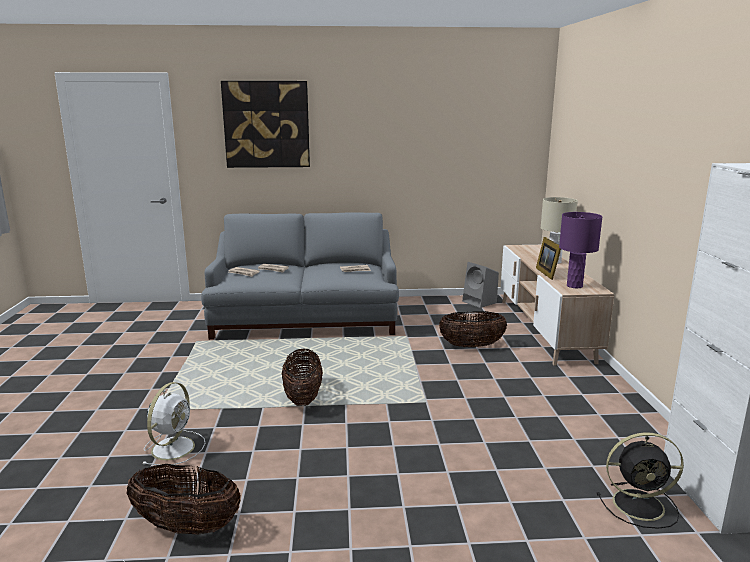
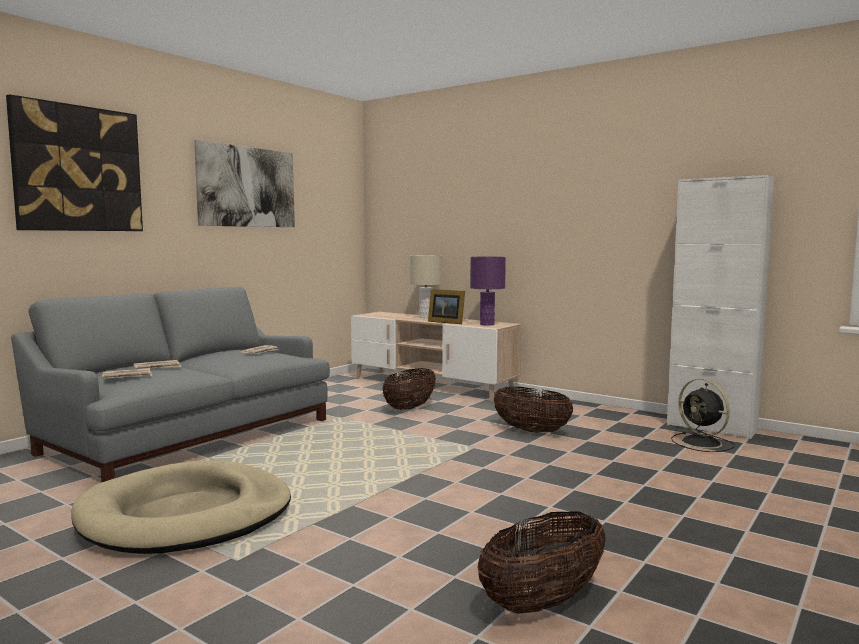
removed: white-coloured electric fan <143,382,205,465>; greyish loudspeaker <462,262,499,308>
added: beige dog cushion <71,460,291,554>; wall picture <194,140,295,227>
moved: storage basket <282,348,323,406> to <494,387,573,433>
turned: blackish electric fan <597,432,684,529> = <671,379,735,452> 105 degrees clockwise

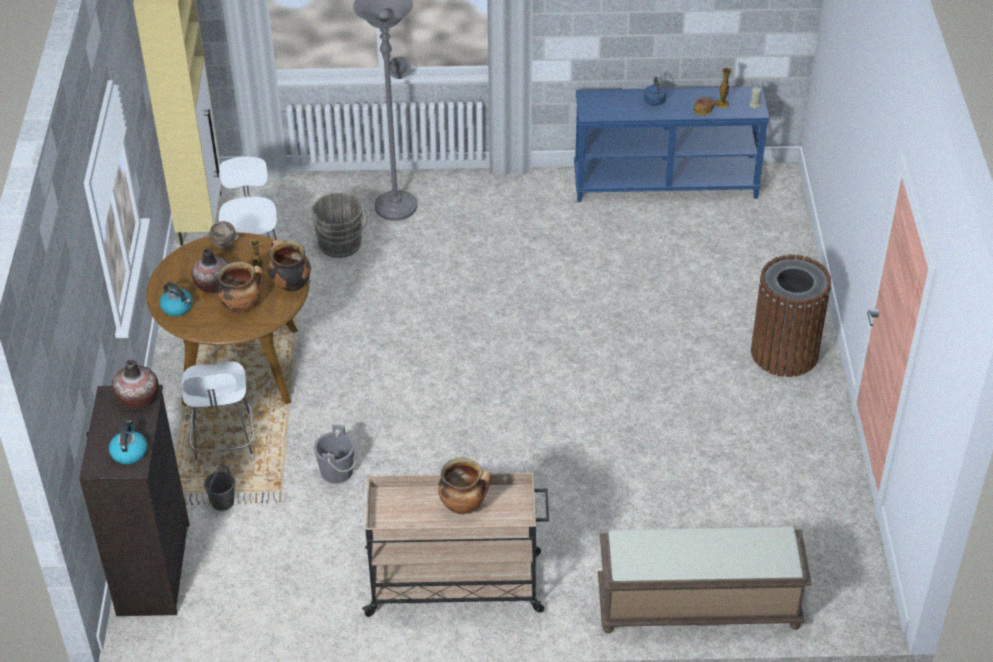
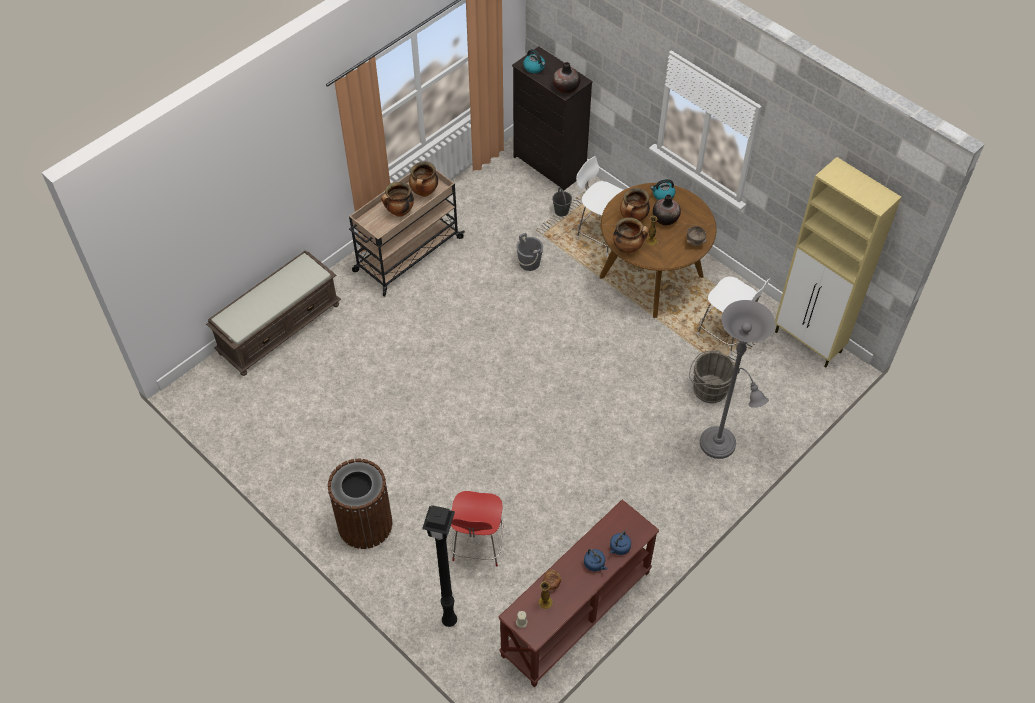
added: saucepot <409,161,438,197>; blackish standing lamp <422,505,457,627>; reddish plain chair <451,491,504,567>; blue-coloured water kettle <610,530,631,555>
recoloured: blue-coloured hall table <574,87,770,202> to brownish hall table <498,499,659,687>

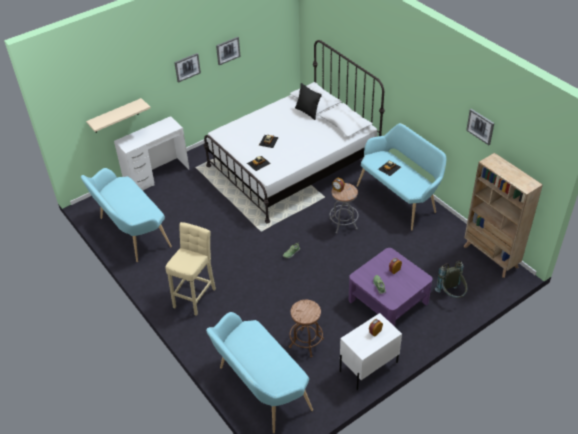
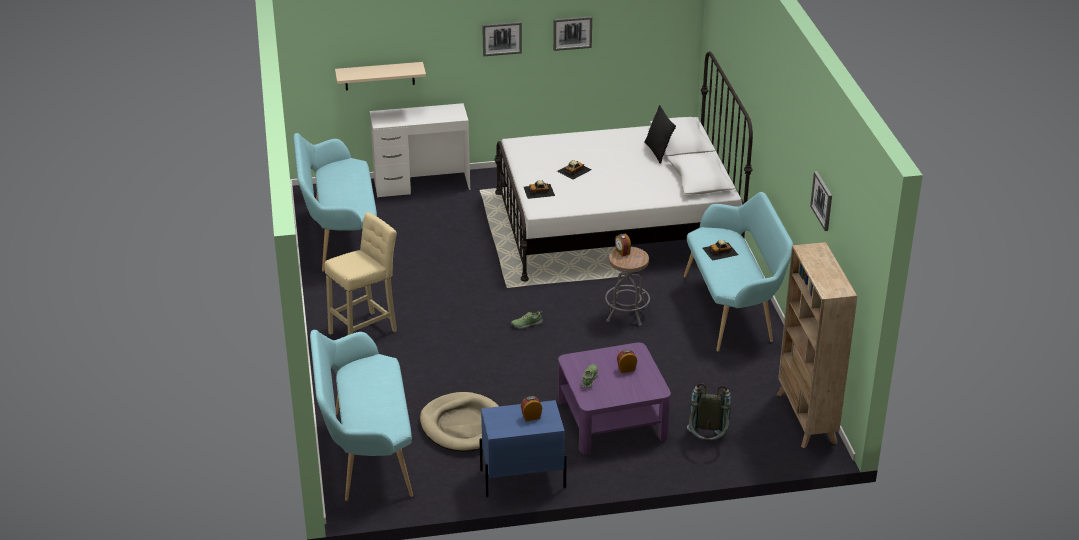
replaced: brownish stool <289,300,324,357> to beige dog cushion <420,392,499,452>
recoloured: white-coloured nightstand <340,313,402,390> to blue-coloured nightstand <479,400,567,497>

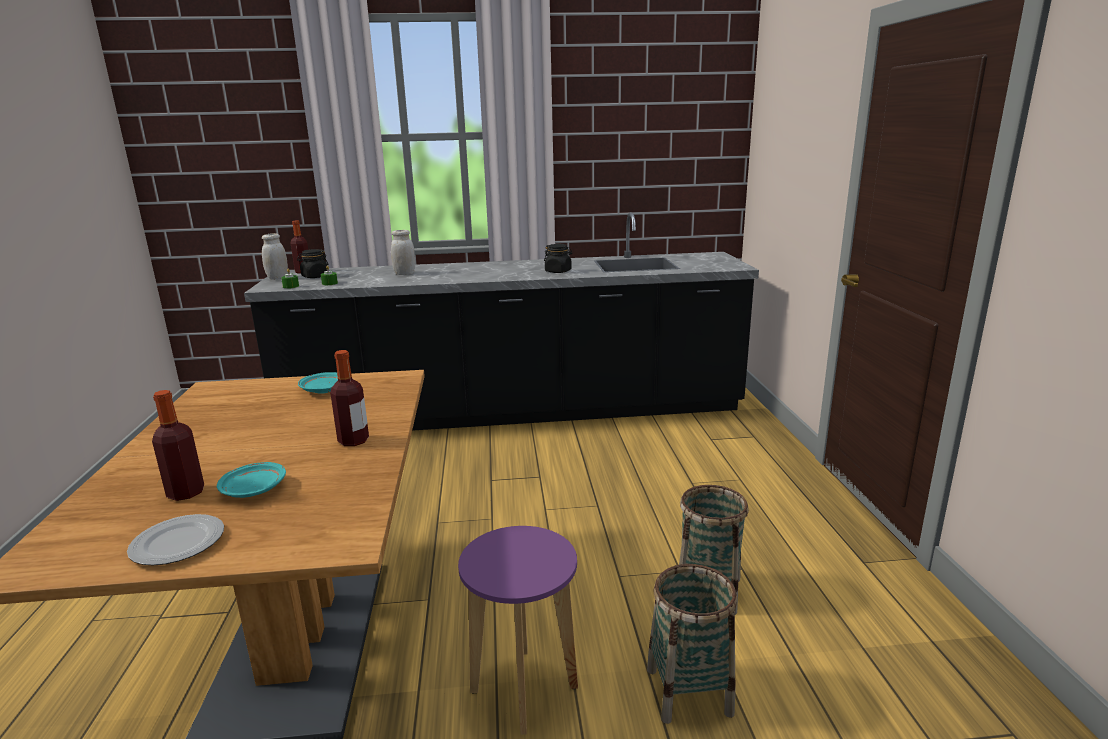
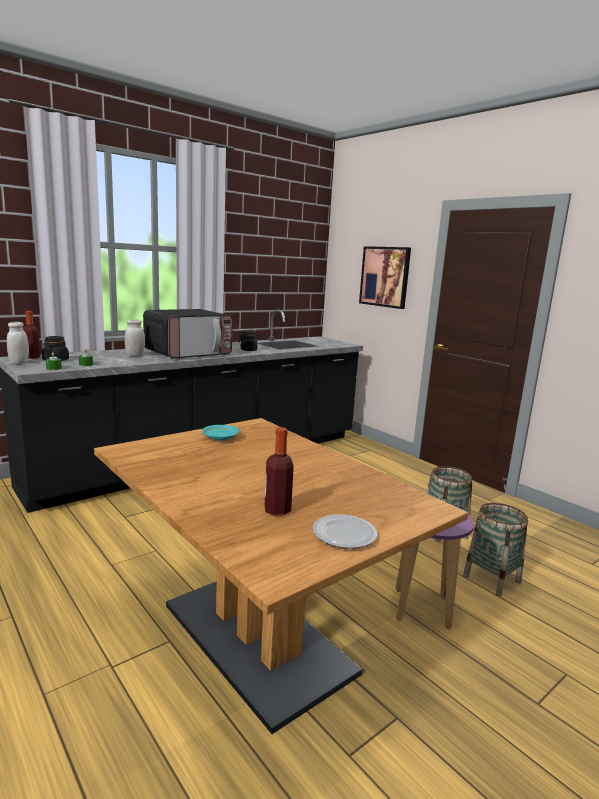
removed: turquoise dinner plate <217,462,286,498>; beverage bottle <330,350,369,446>
added: microwave oven <143,309,233,359>; wall picture <359,246,411,309>

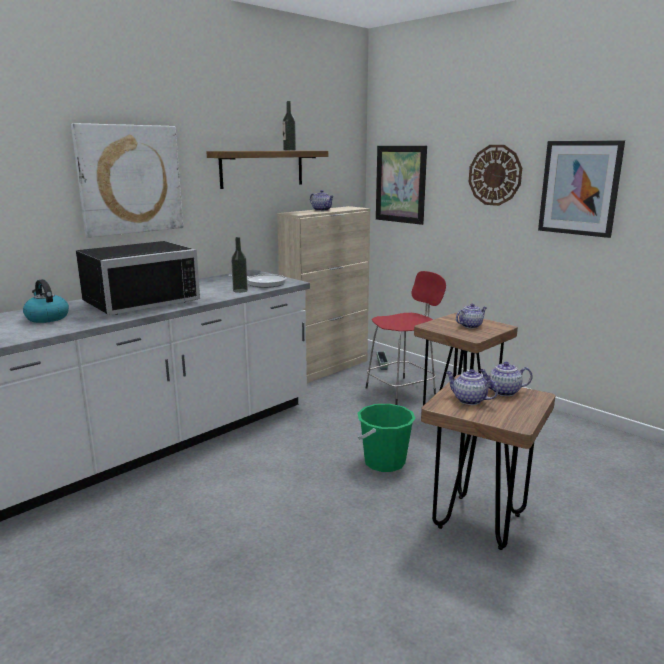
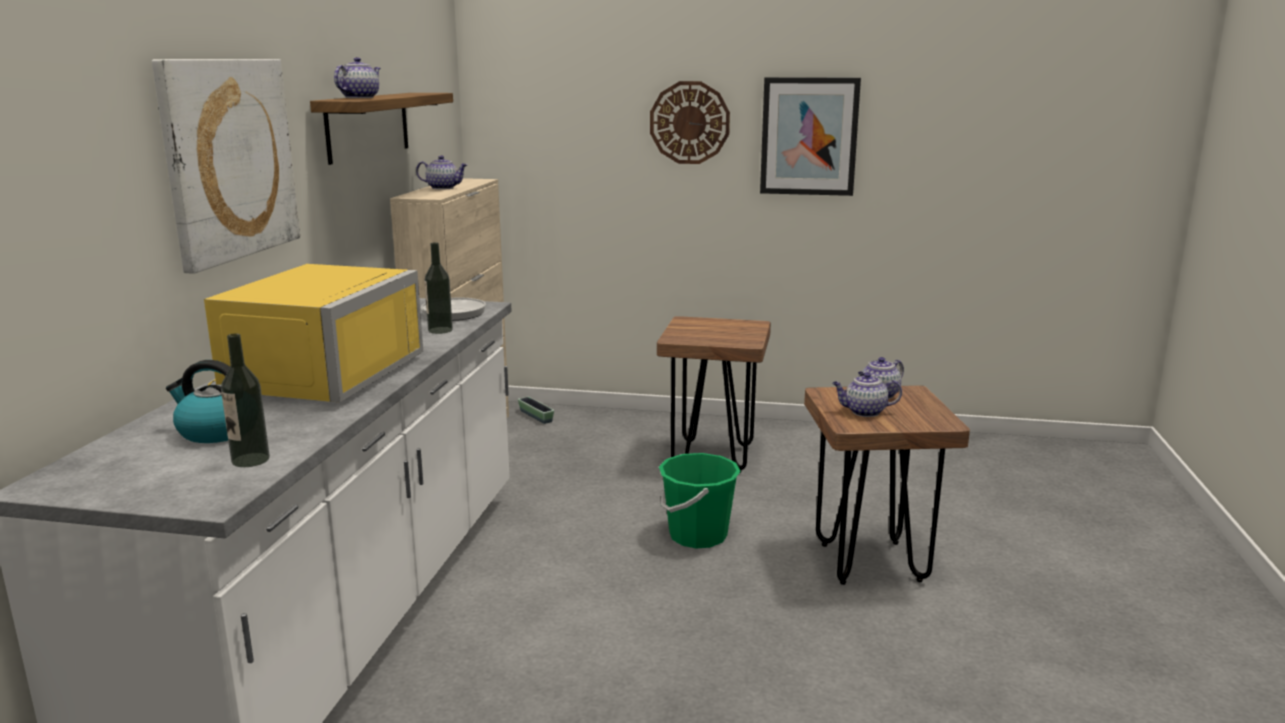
removed: reddish stool <366,271,446,405>; wall picture <376,146,427,225>
moved: beverage bottle <283,101,296,151> to <221,333,270,467>; teapot <456,304,487,328> to <334,57,381,98>
recoloured: blackish microwave oven <76,241,200,315> to yellowish microwave oven <204,264,423,402>

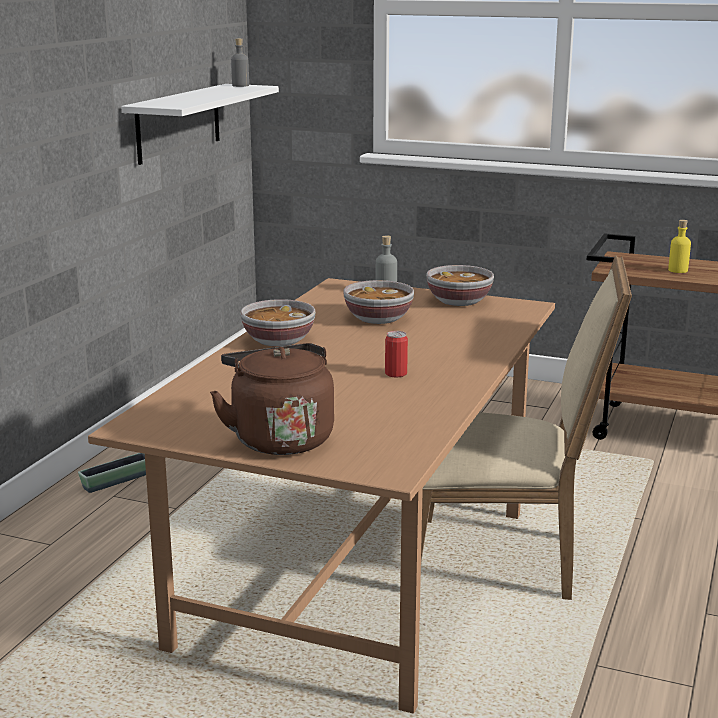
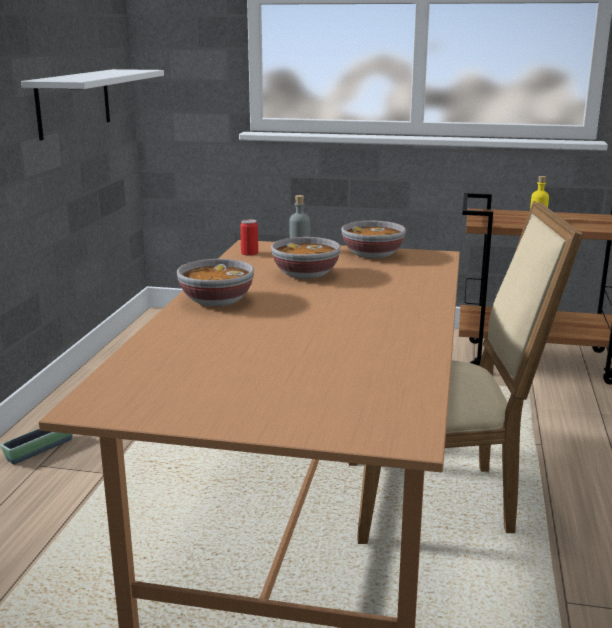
removed: brownish water kettle <210,343,334,455>; greyish beverage bottle <231,38,249,87>
moved: sealed can <385,331,408,377> to <240,219,258,256>

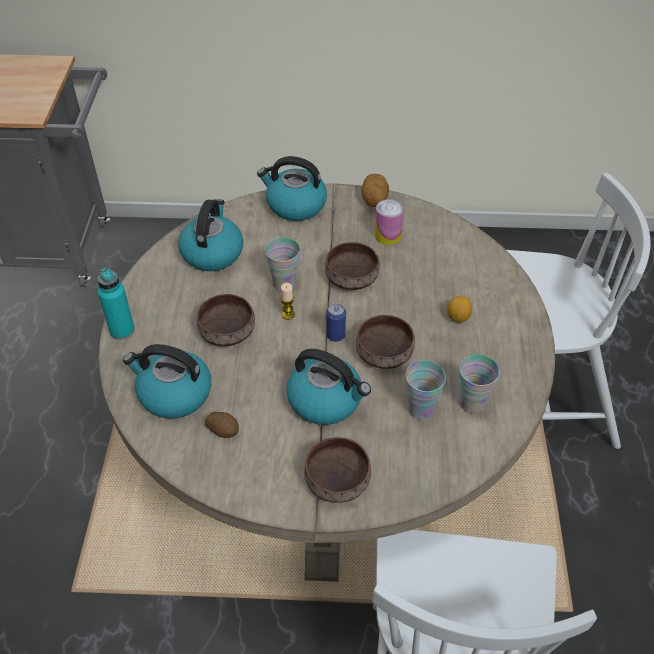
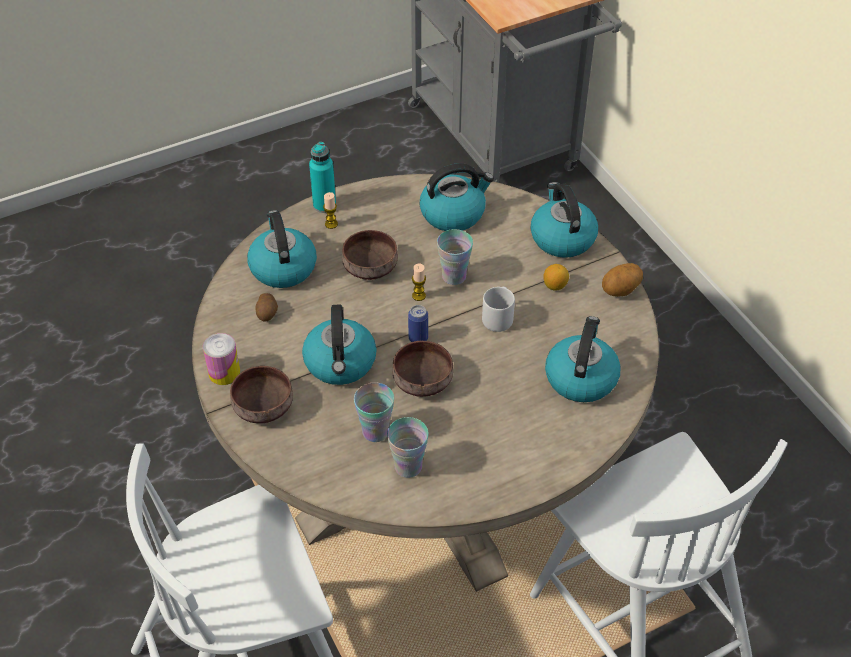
added: wax light <323,192,338,229>; water kettle <545,316,621,402>
moved: sealed can <375,199,404,245> to <203,333,240,385>; citrus fruit <447,296,472,323> to <543,264,569,291>
replaced: brownish deep dish <325,242,380,290> to greyish mug <482,287,515,332>

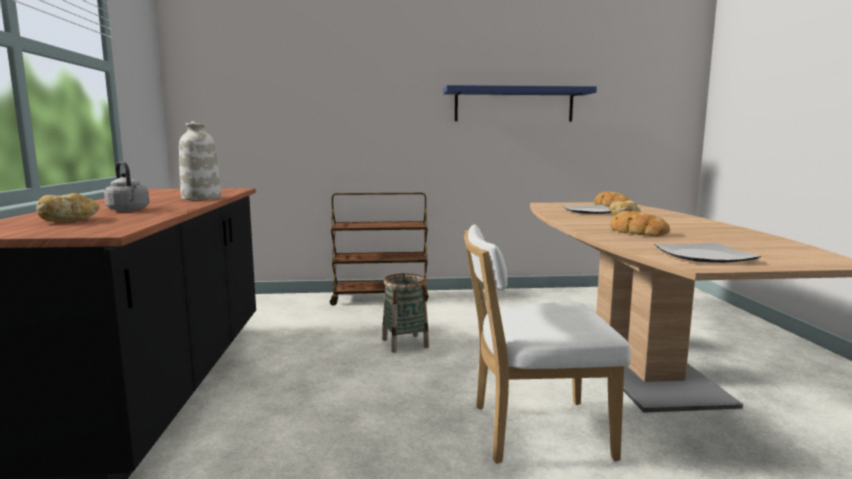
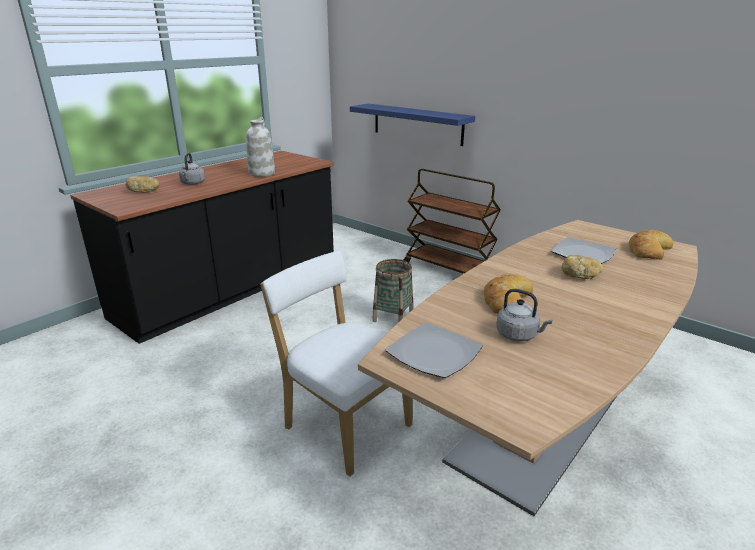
added: greyish water kettle <496,289,553,342>
moved: blue-coloured wall shelf <443,85,597,122> to <350,104,475,146>

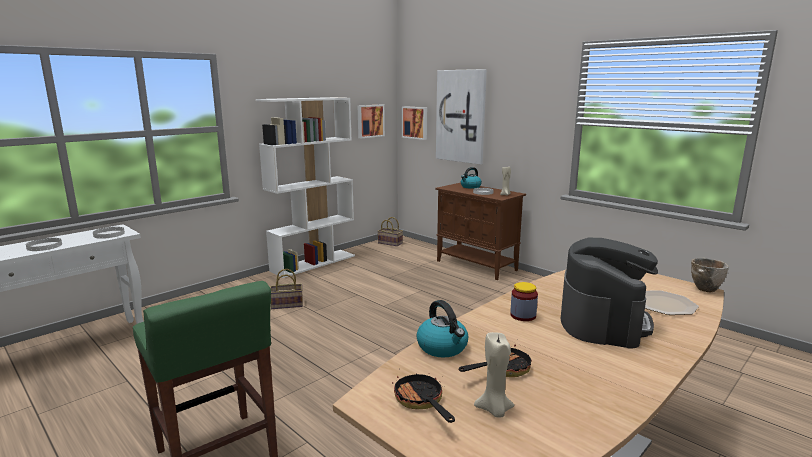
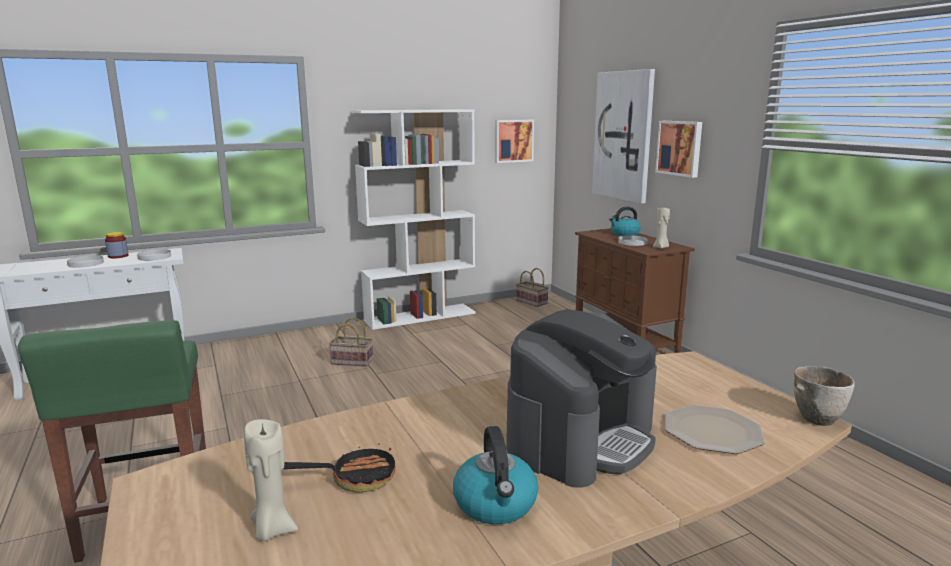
removed: frying pan <392,373,455,423>
moved: storage jar <510,282,538,321> to <105,232,129,258>; water kettle <417,300,468,358> to <453,426,538,524>; wall picture <402,106,427,140> to <655,121,702,178>

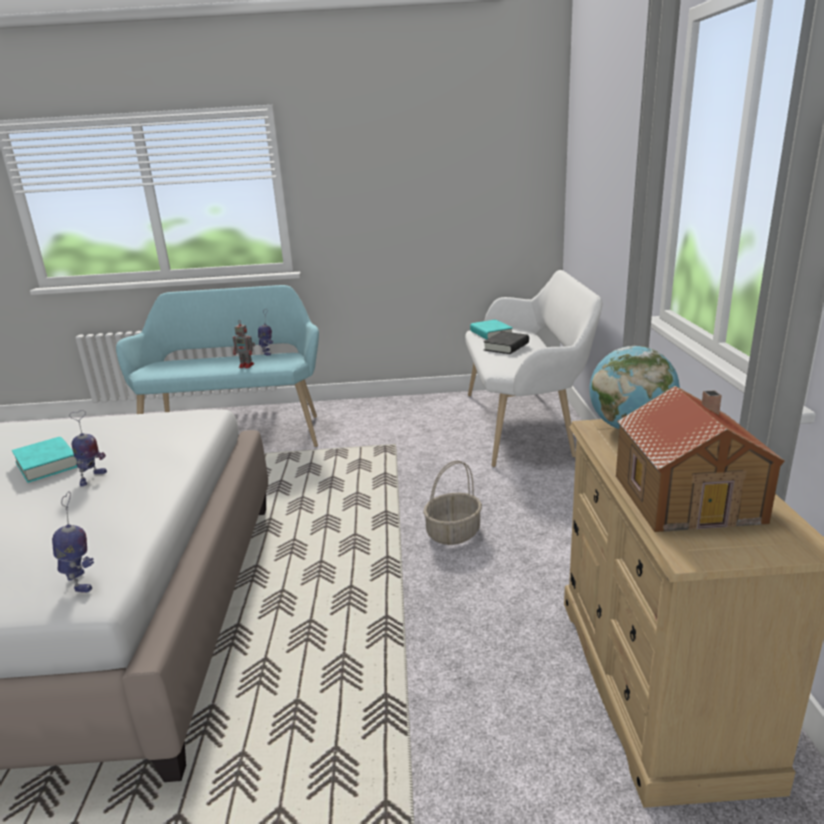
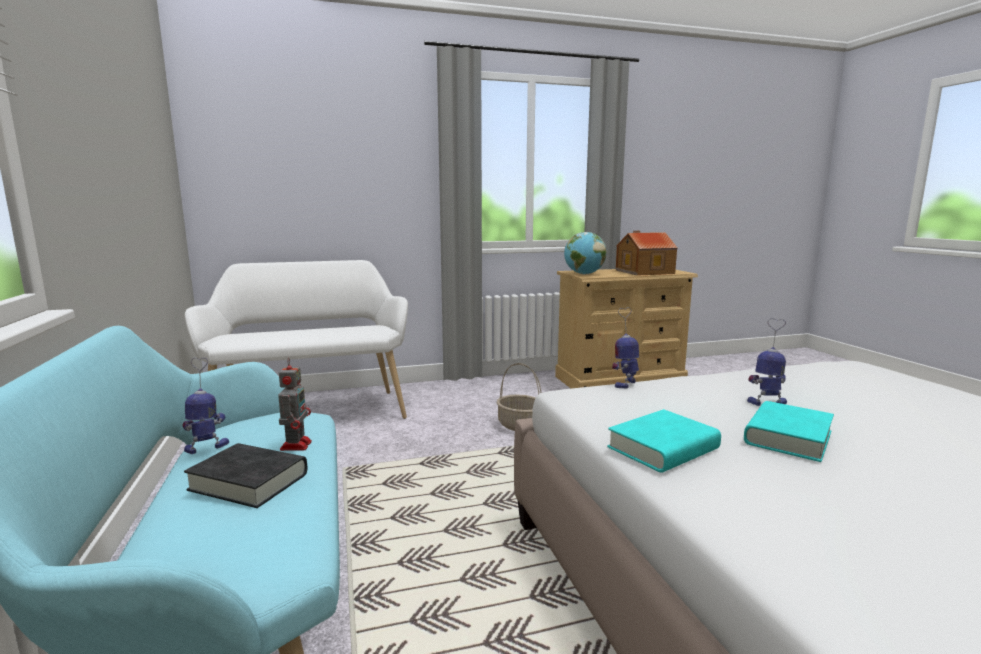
moved: blackish bound book <484,331,529,354> to <184,443,307,508>; turquoise bound book <470,319,513,339> to <607,409,721,473>; toy robot <52,491,94,593> to <612,307,639,388>

